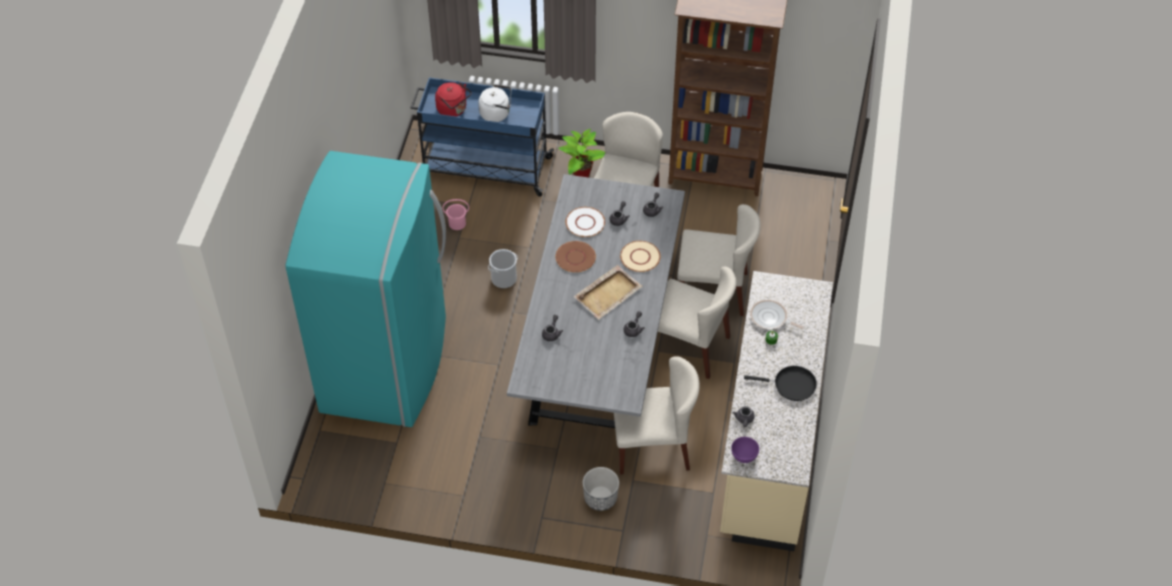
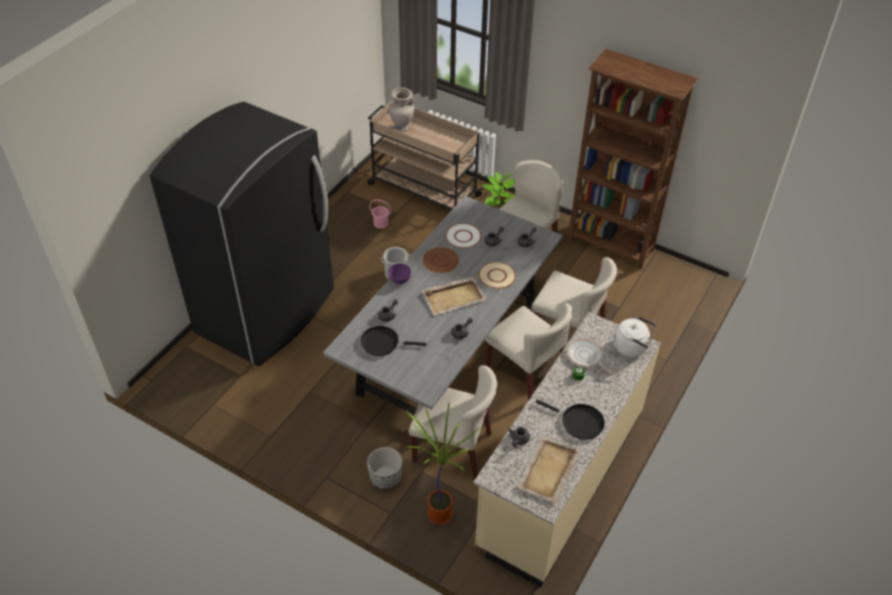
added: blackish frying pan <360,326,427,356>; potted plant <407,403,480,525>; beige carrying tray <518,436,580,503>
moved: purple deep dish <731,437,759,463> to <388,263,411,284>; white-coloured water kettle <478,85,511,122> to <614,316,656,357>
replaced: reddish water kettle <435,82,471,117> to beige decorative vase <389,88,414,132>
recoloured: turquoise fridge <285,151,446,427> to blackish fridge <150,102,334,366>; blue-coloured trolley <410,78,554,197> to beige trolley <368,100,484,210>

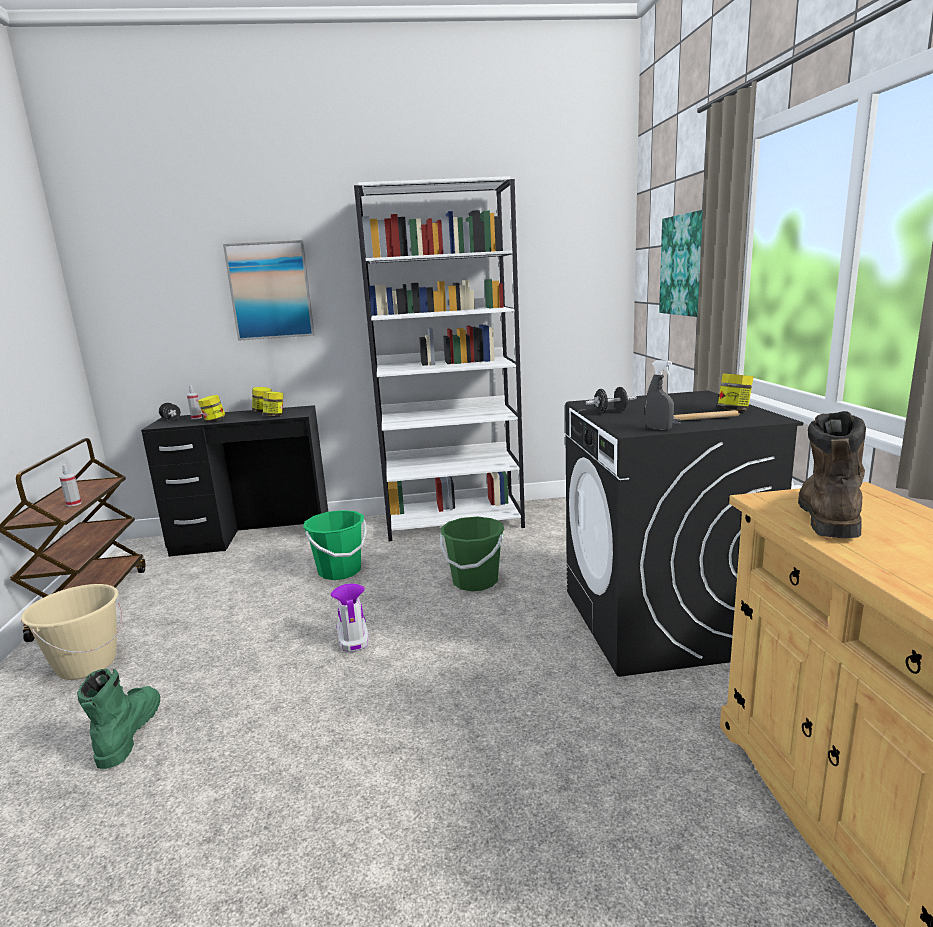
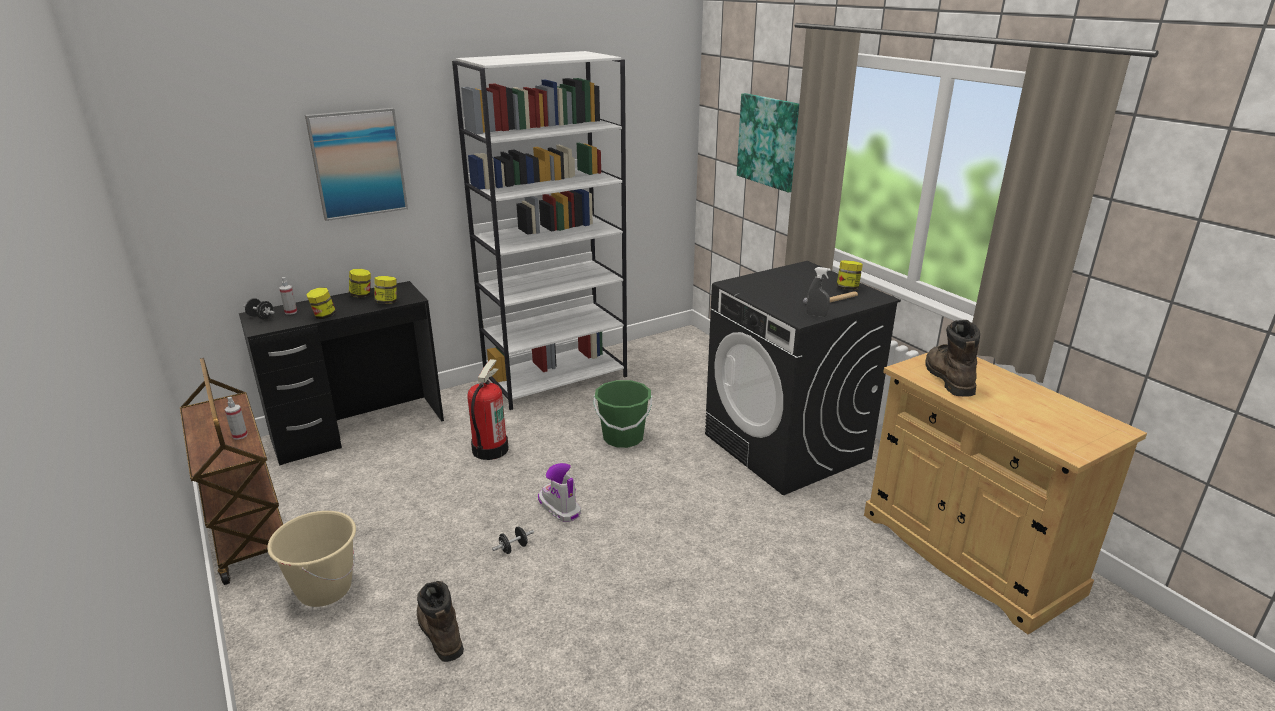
moved: blackish dumbbell <586,387,637,413> to <492,526,534,554>
replaced: green bucket <303,510,367,580> to extinguisher <467,359,508,460>
recoloured: green tall boot <77,669,160,769> to brownish tall boot <417,581,464,662>

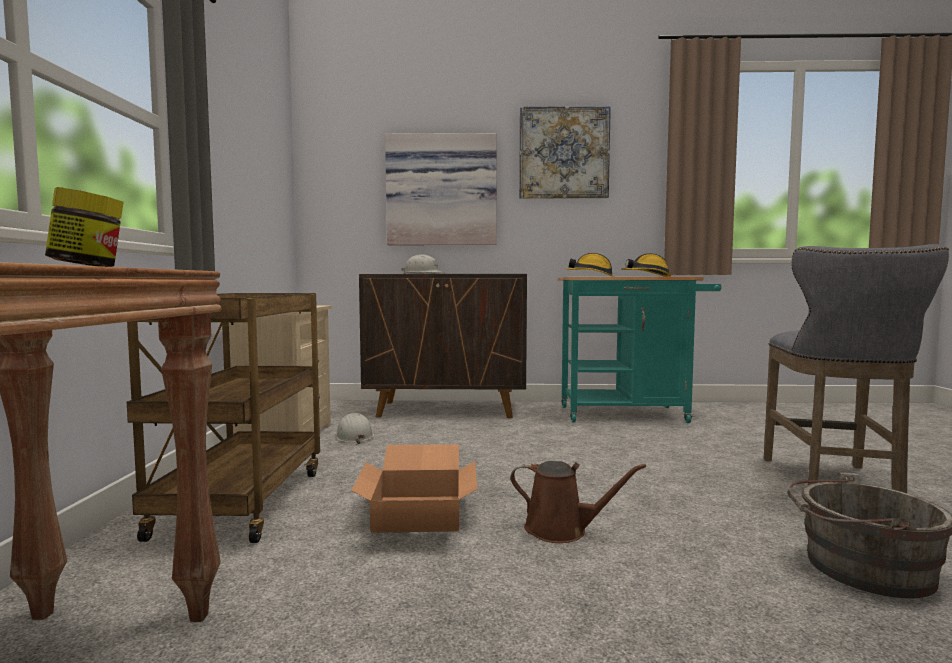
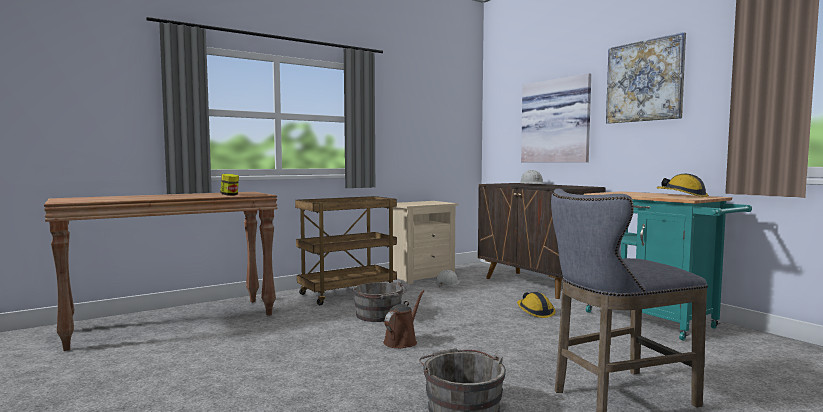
moved: safety helmet <565,253,614,277> to <517,292,556,318>
replaced: carton <351,444,478,533> to greyish bucket <352,281,407,322>
turned: brownish watering pot <510,461,646,543> = <383,290,424,348> 135 degrees counterclockwise

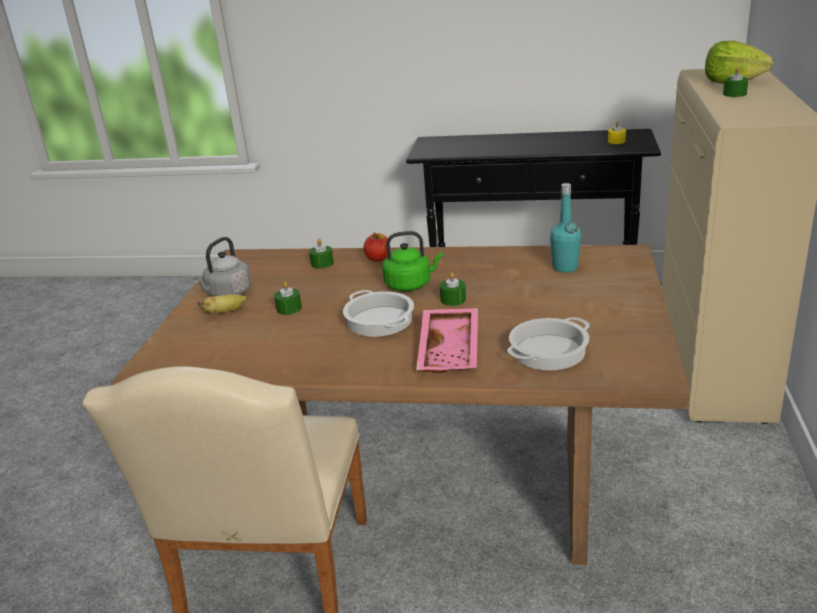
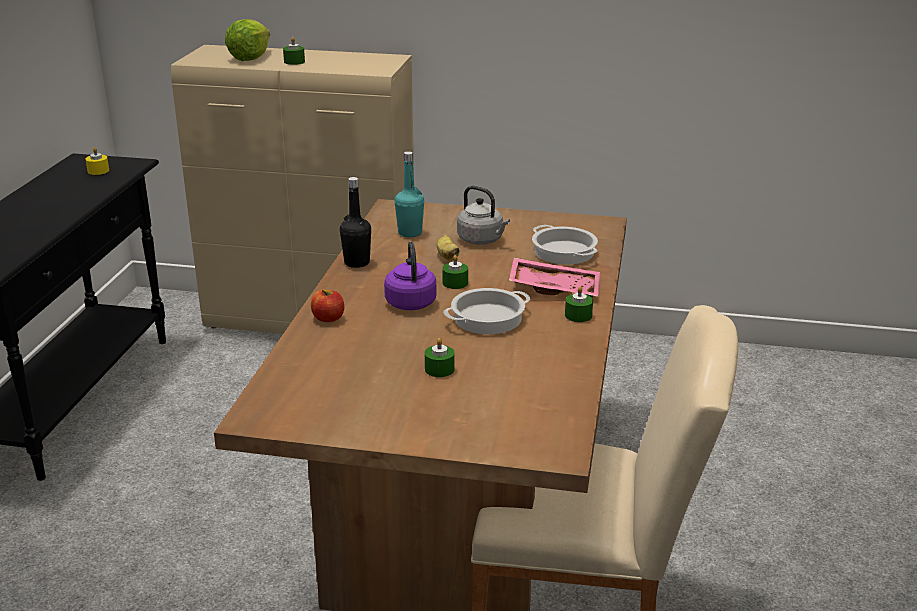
added: blackish beverage bottle <340,177,371,268>
moved: banana <198,294,248,314> to <437,234,460,261>; greyish water kettle <193,237,252,296> to <457,186,510,245>; green wax light <309,239,334,269> to <565,286,593,322>
recoloured: green water kettle <382,231,444,291> to purple water kettle <384,241,436,310>

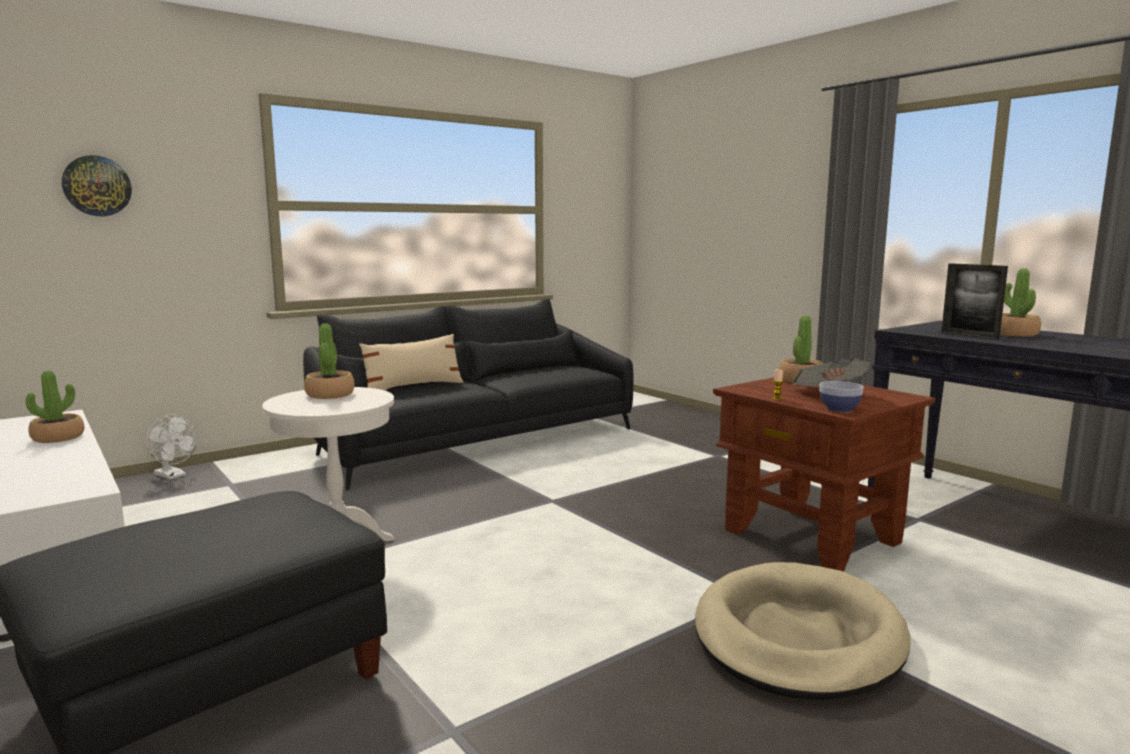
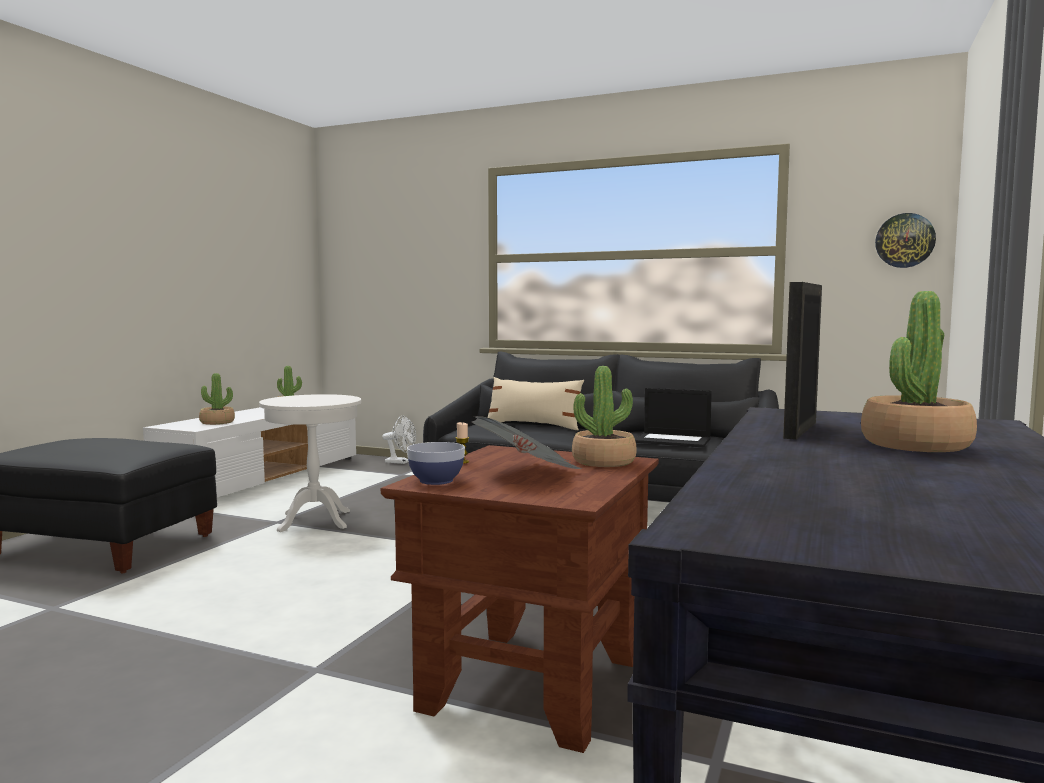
removed: beige dog cushion <695,562,911,700>
added: portable computer <635,388,712,447>
moved: potted plant <304,323,355,399> to <199,373,235,425>; wall clock <62,155,132,216> to <875,213,936,268>
turned: white-coloured electric fan <146,414,197,479> = <382,416,416,464> 75 degrees counterclockwise

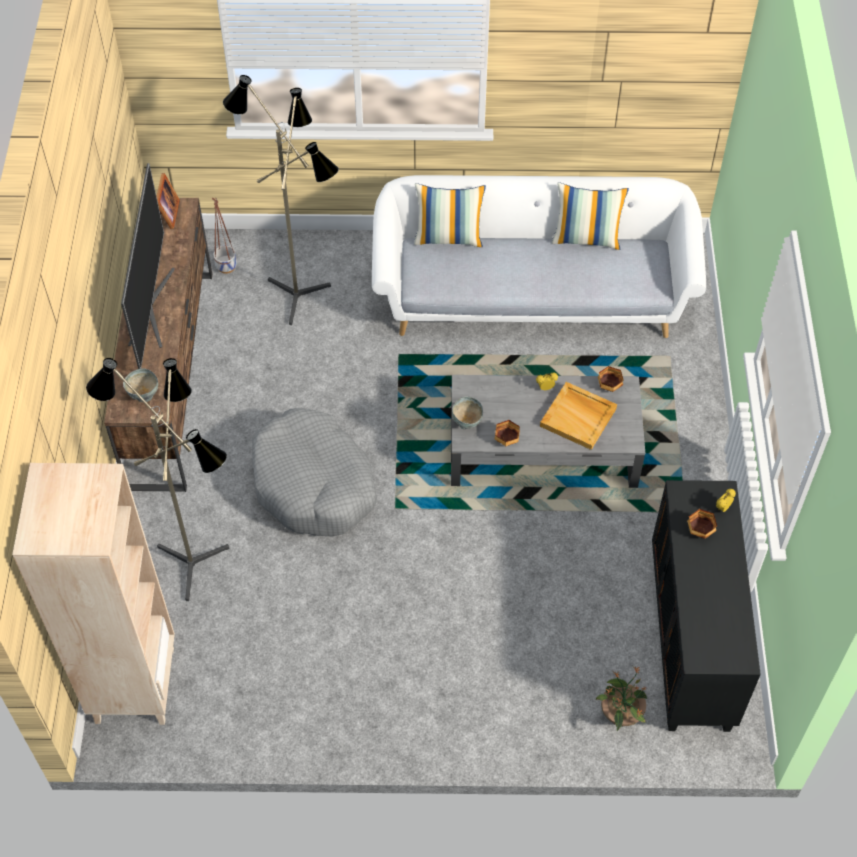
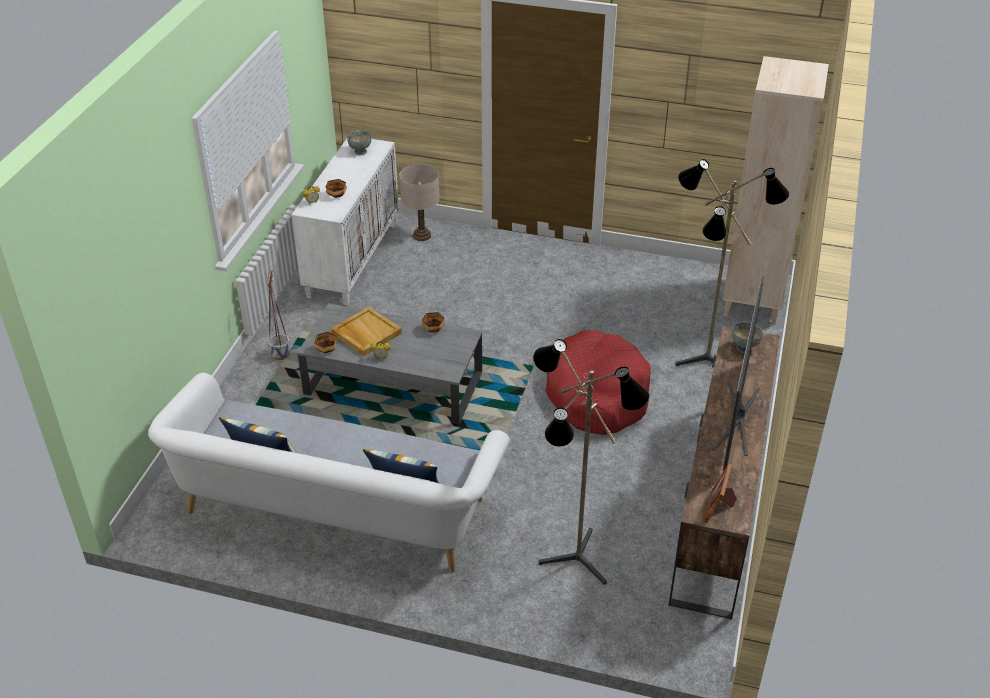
moved: planter <212,198,237,274> to <268,270,290,360>; greyish deep dish <452,397,483,429> to <347,130,372,155>
replaced: potted plant <596,667,647,731> to beige lamp for a table <399,164,440,241>
recoloured: blackish cabinet <652,480,761,732> to white-coloured cabinet <291,139,399,305>; greyish dog cushion <252,408,377,536> to reddish dog cushion <546,330,650,435>

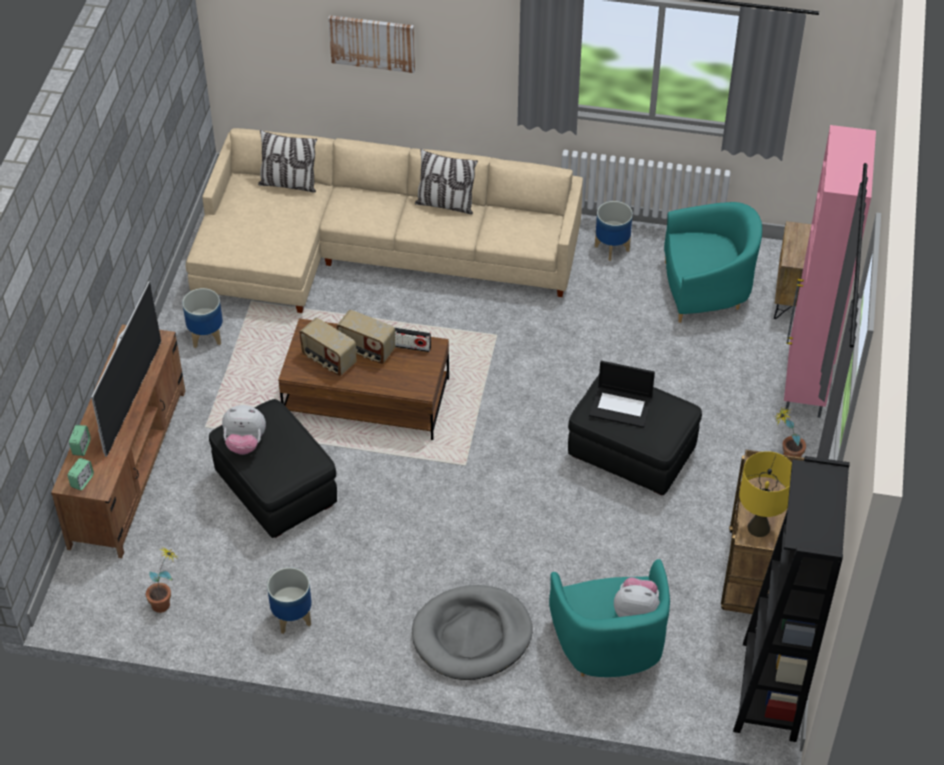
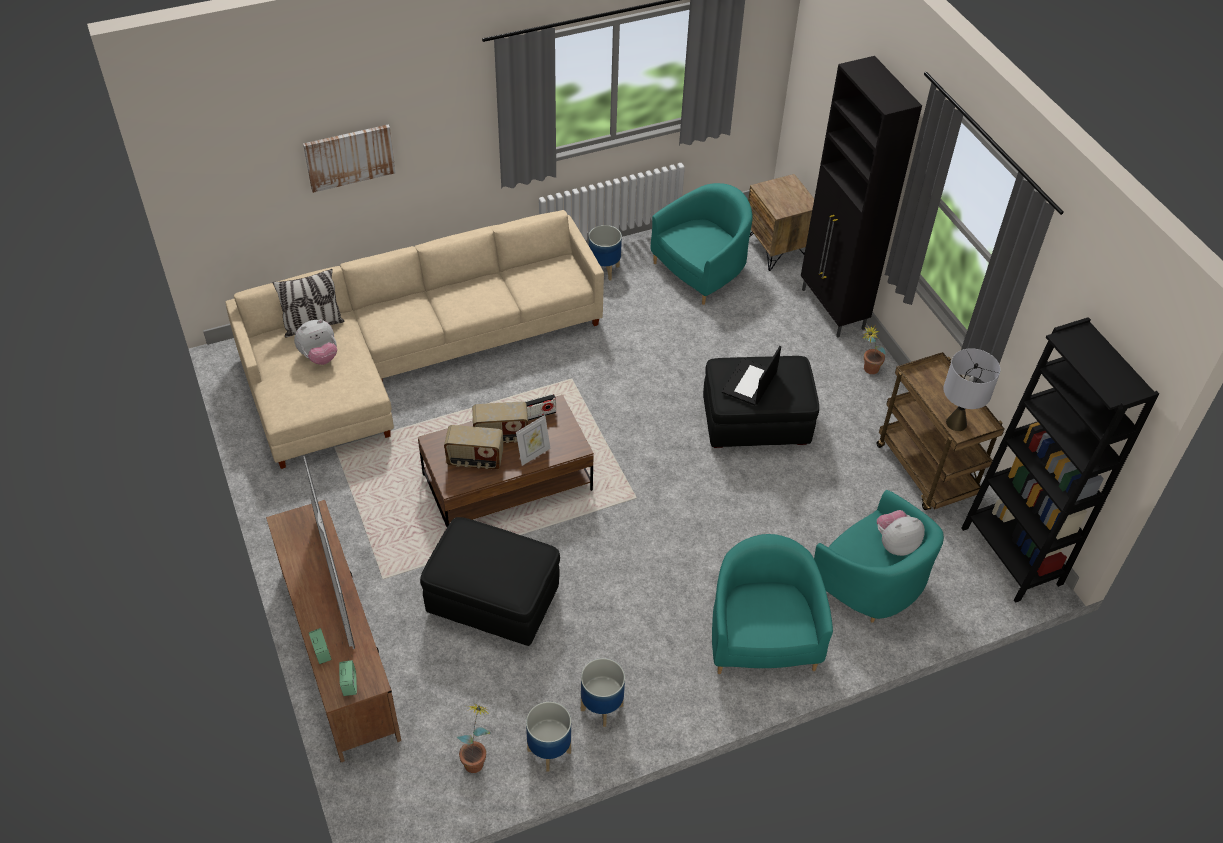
removed: cushion <415,149,478,214>
added: standing frame <516,415,550,466>
moved: plush toy <222,405,266,455> to <294,319,337,365>; planter <182,288,223,348> to <526,702,571,772>
replaced: greyish dog cushion <412,585,533,680> to turquoise armchair <712,534,833,674>
recoloured: pinkish cabinet <784,125,876,418> to blackish cabinet <801,56,922,338>; yellowish lamp for a table <739,451,792,537> to greyish lamp for a table <943,348,1000,431>
turned: portable computer <589,361,655,428> = <722,346,781,406> 135 degrees clockwise

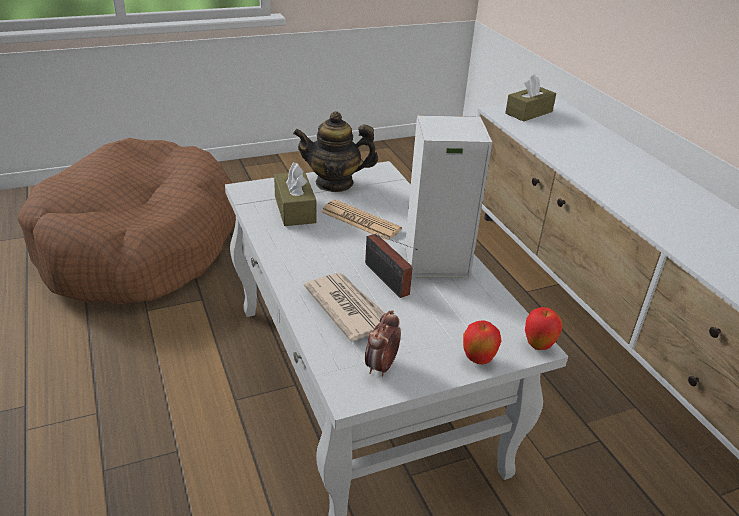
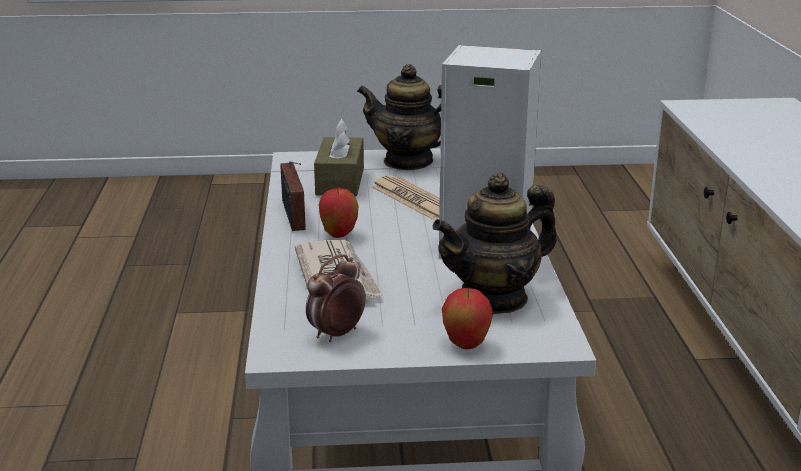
removed: brownish dog cushion <18,138,236,305>; brownish tissue box <505,74,556,122>
added: teapot <432,173,557,314>
moved: radio set <365,234,418,298> to <280,161,306,231>; apple fruit <525,307,562,350> to <319,187,358,238>

